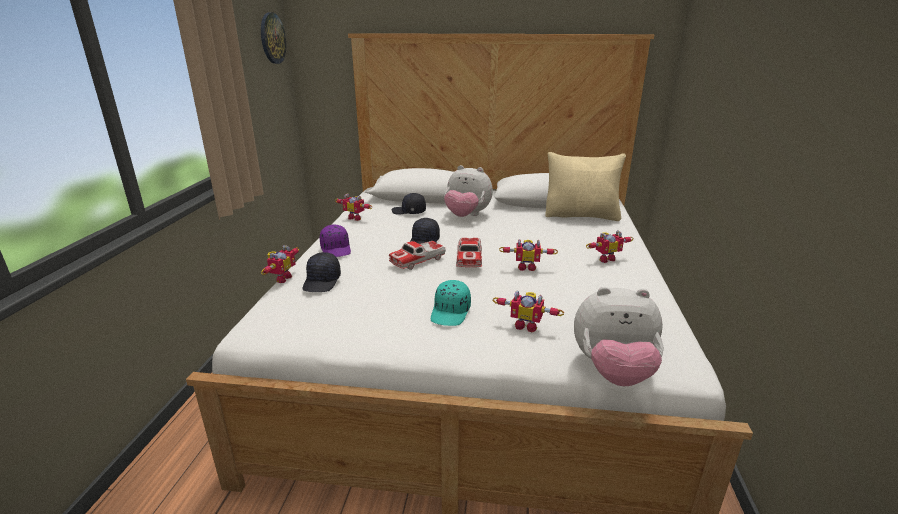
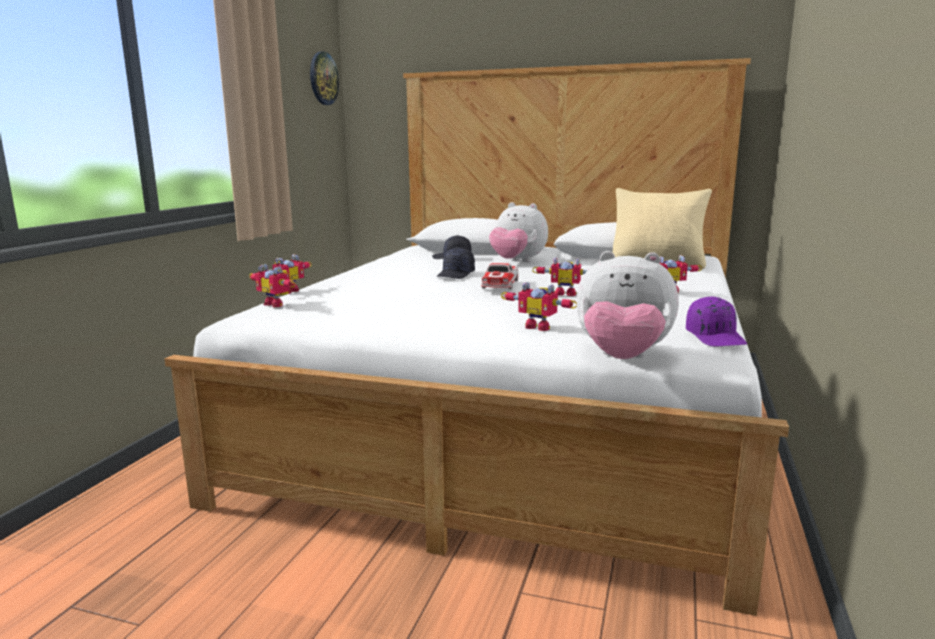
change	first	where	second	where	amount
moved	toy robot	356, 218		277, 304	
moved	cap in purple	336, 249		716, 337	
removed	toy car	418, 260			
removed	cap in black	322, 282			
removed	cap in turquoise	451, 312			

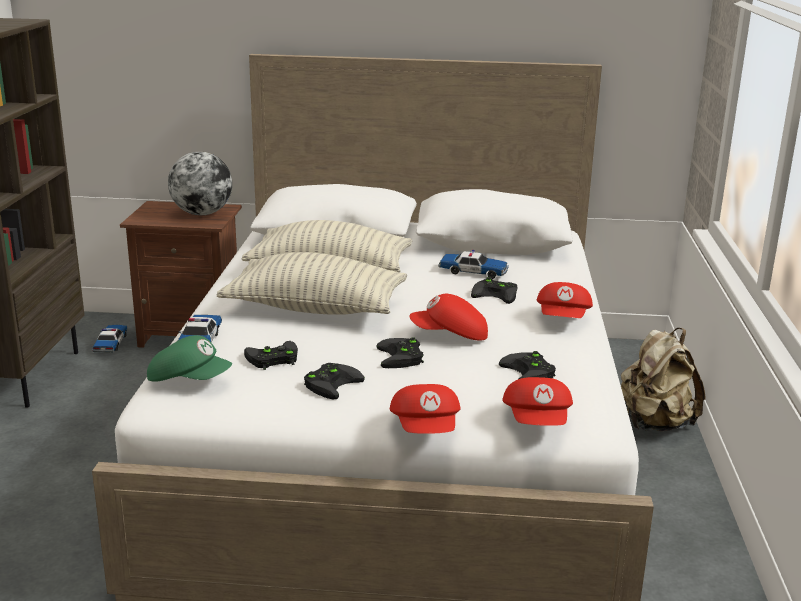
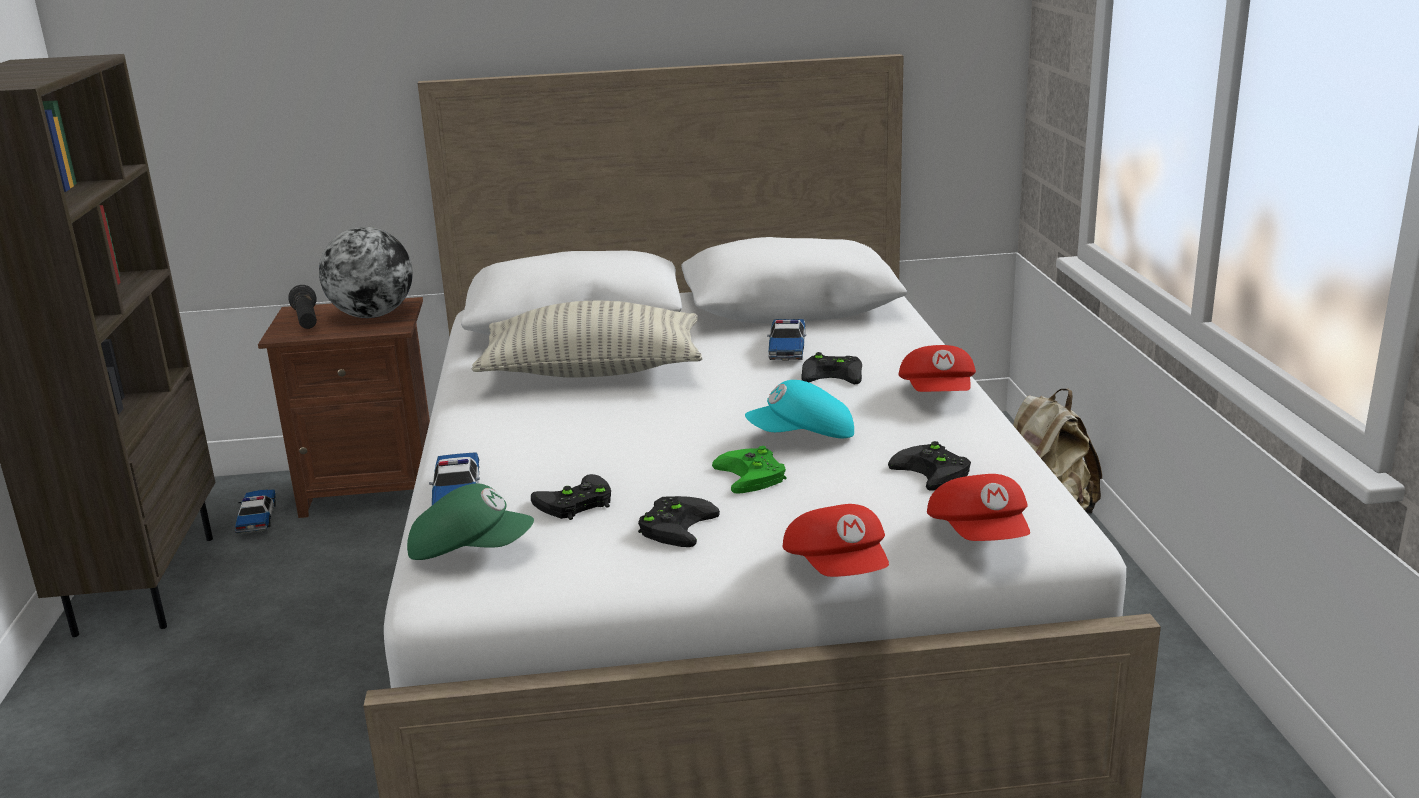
change	first	where	second	where	amount
turned	toy car	473, 272		787, 349	90 degrees clockwise
removed	pillow	315, 309			
recoloured	cap in red	450, 336	cap in turquoise	803, 437	
recoloured	game controller in black	402, 357	game controller in green	754, 476	
added			flashlight in black	307, 321	

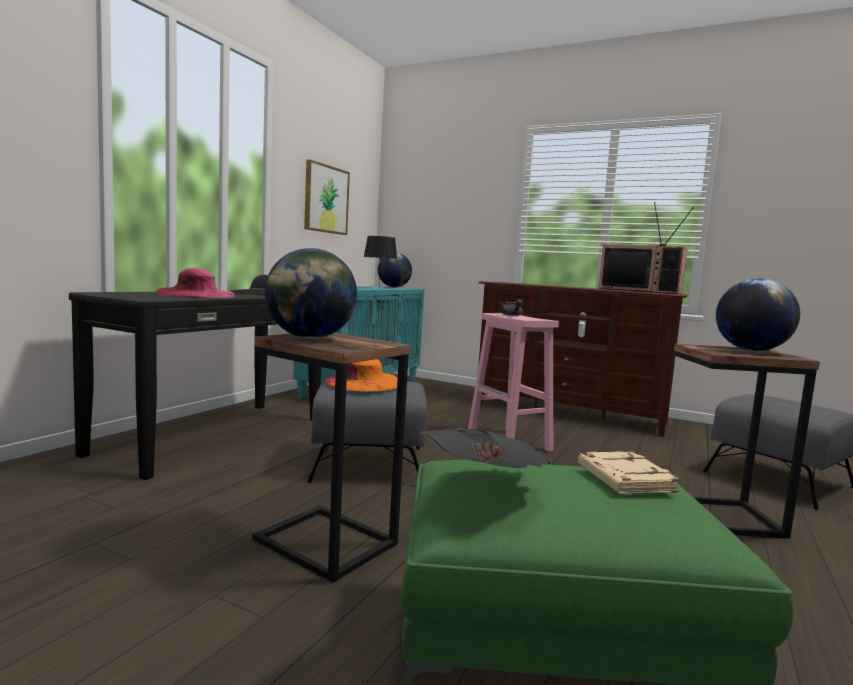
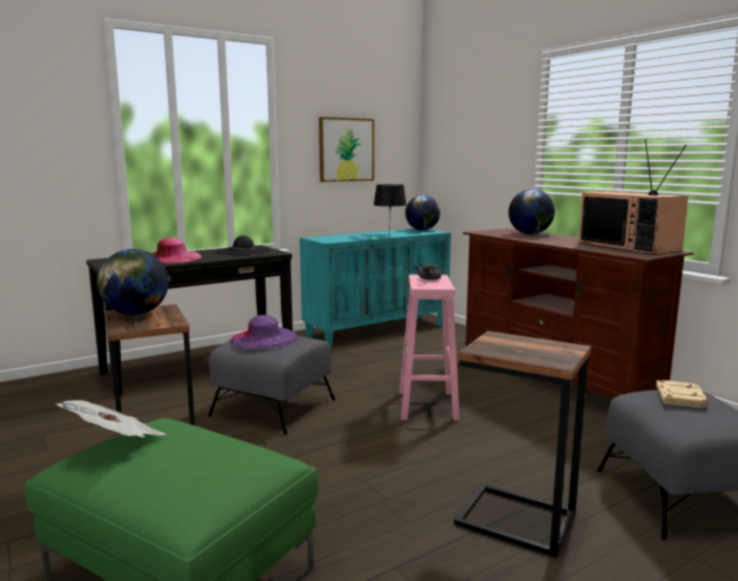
change	first	where	second	where	amount
moved	globe	751, 350		530, 234	
recoloured	hat in orange	363, 382	hat in purple	264, 338	
moved	book in beige	622, 479		679, 398	

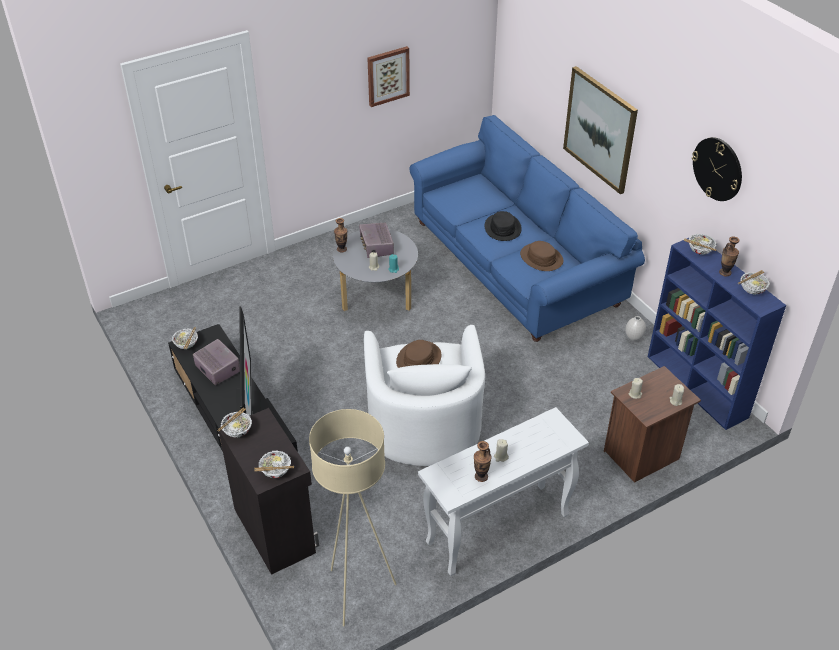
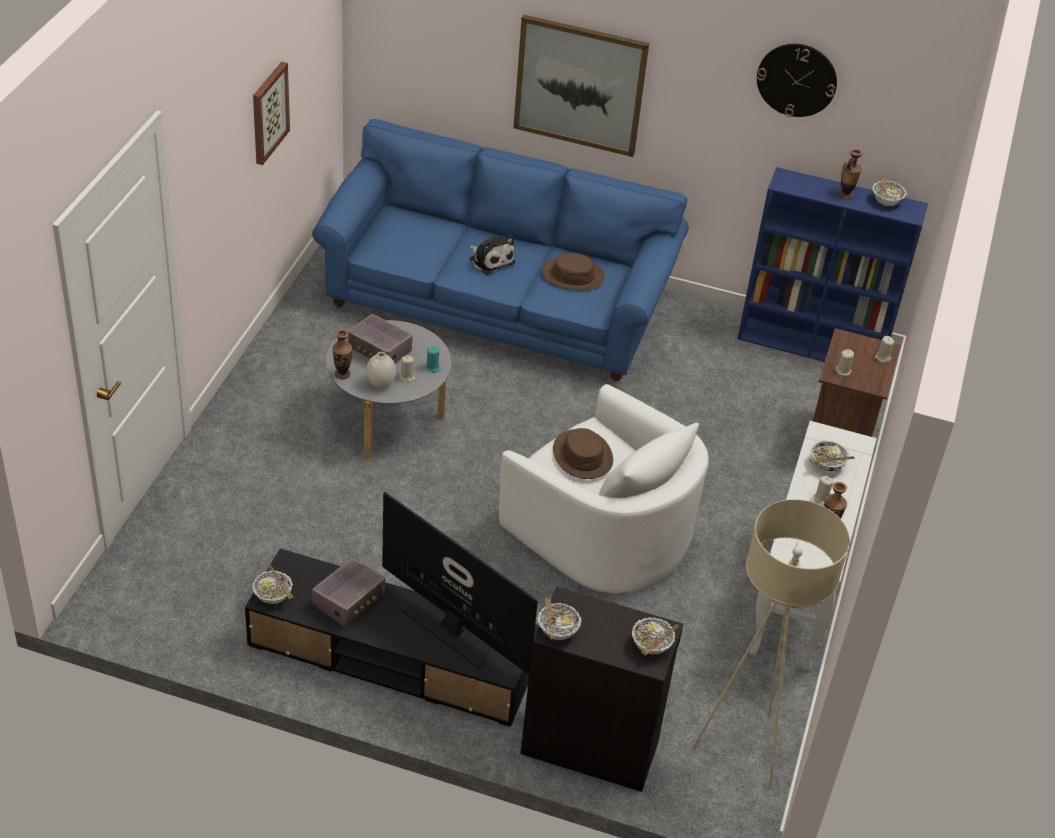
change	first	where	second	where	amount
replaced	hat in black	503, 228	plush toy	490, 260	
moved	bowl	700, 251		827, 465	
moved	vase in white	634, 338		381, 384	
turned	radio	217, 368		349, 601	120 degrees clockwise

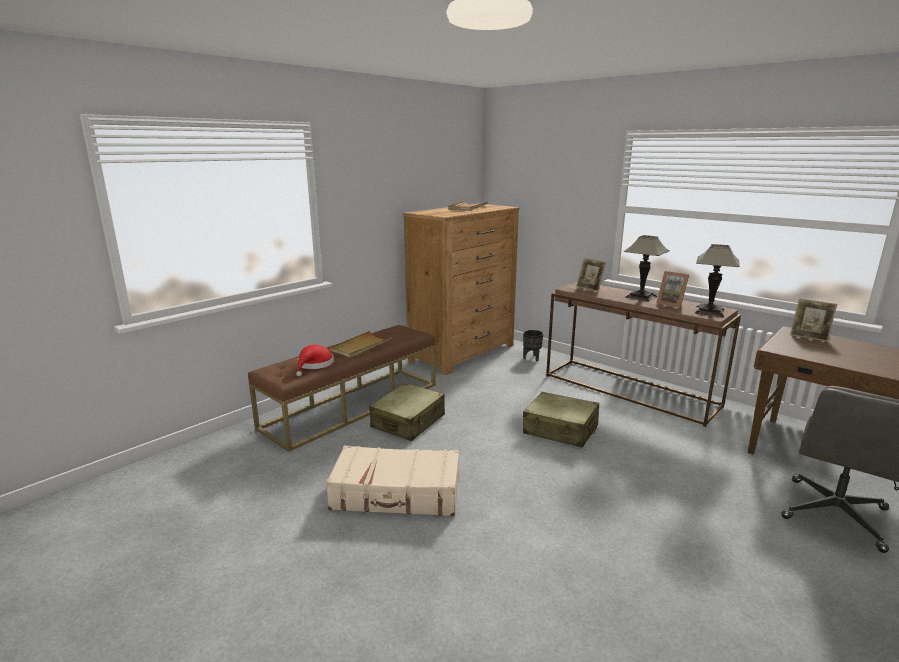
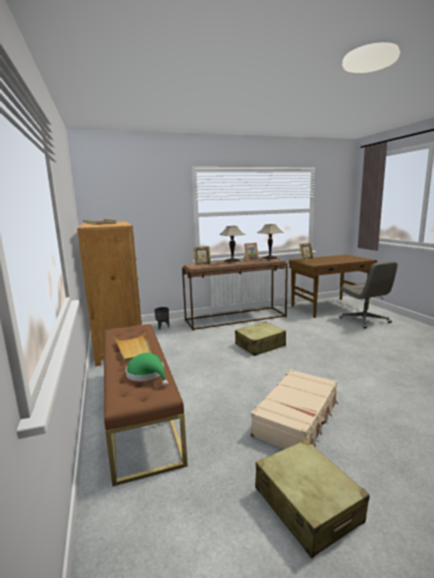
change	first	where	second	where	amount
recoloured	hat in red	314, 365	hat in green	147, 374	
moved	suitcase in beige	408, 421		307, 505	

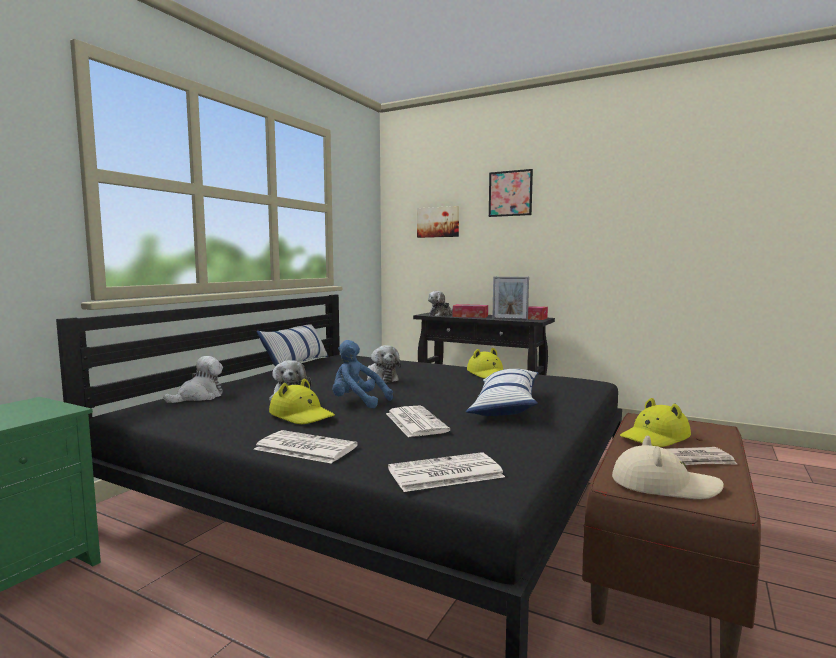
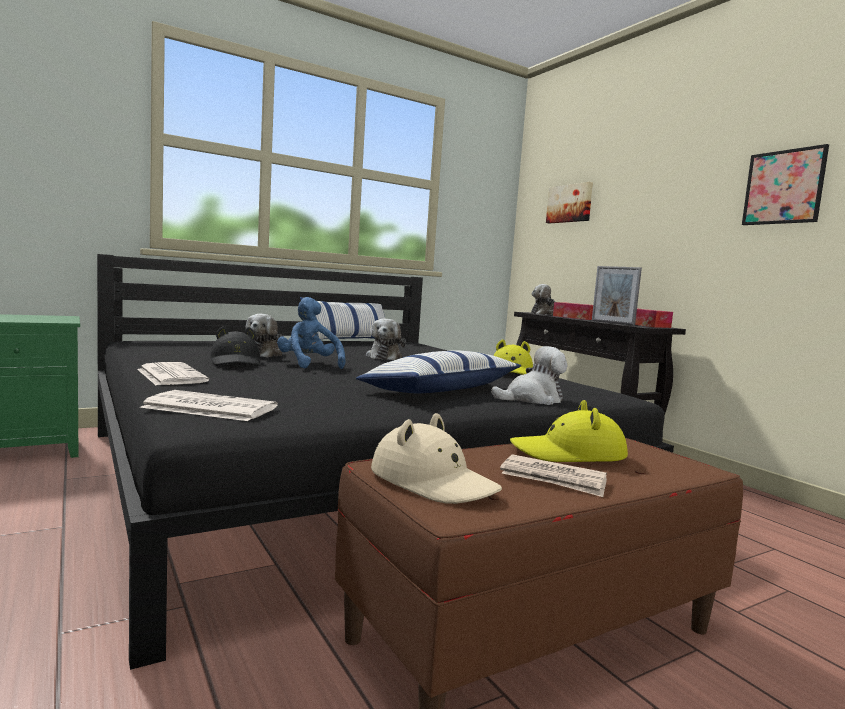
change	first	where	second	where	amount
moved	picture	510, 193		783, 187	
moved	plush toy	199, 397		532, 399	
recoloured	hat in yellow	302, 415	hat in black	236, 362	
removed	newspaper	415, 422			

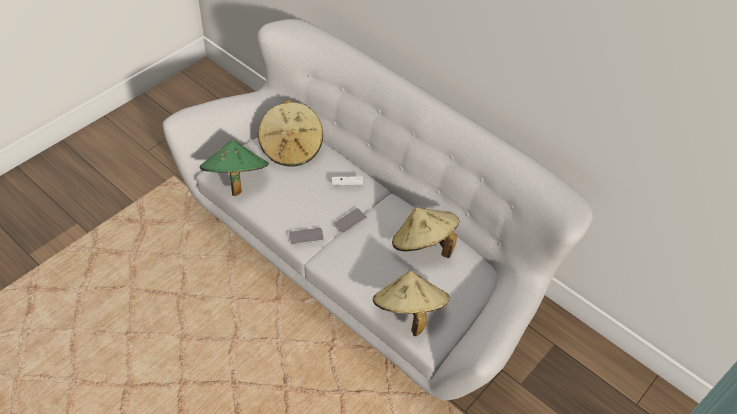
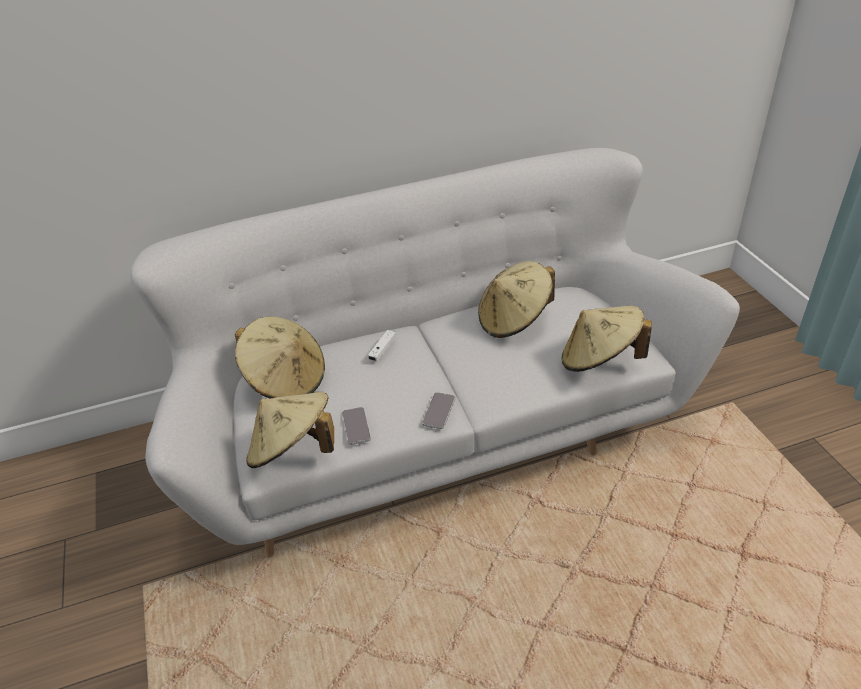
change	first	where	second	where	amount
recoloured	hat in green	235, 180	hat in beige	293, 451	
moved	phone	350, 221		356, 426	

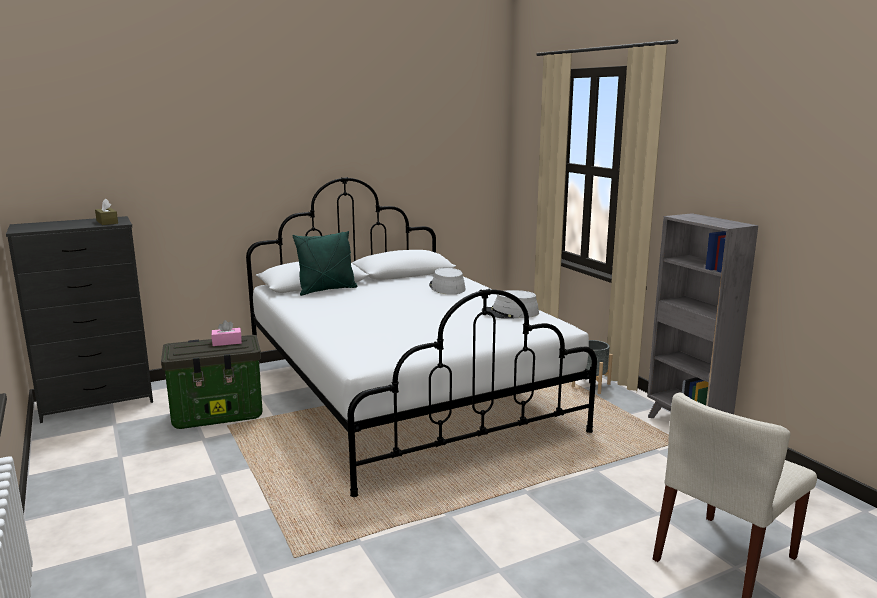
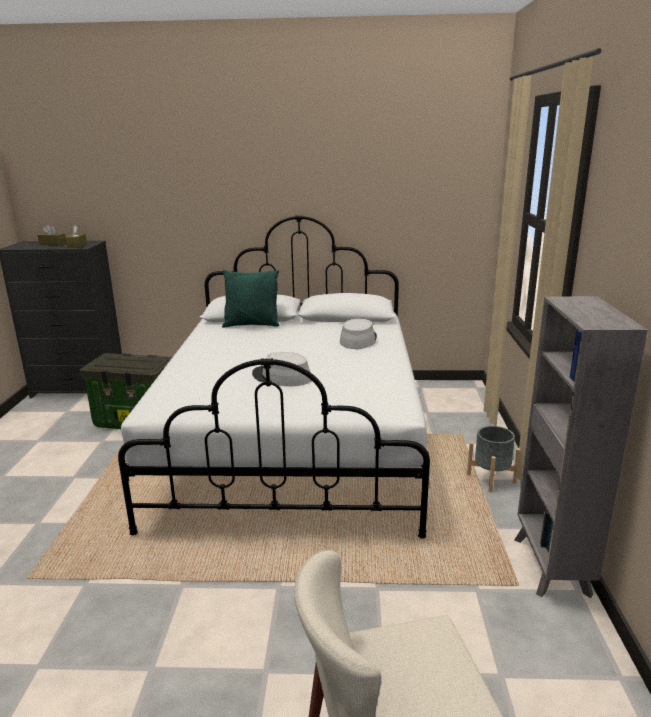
change	first	where	second	where	amount
moved	hat in grey	510, 313		281, 377	
removed	tissue box in pink	227, 342			
added			tissue box in brown	52, 244	

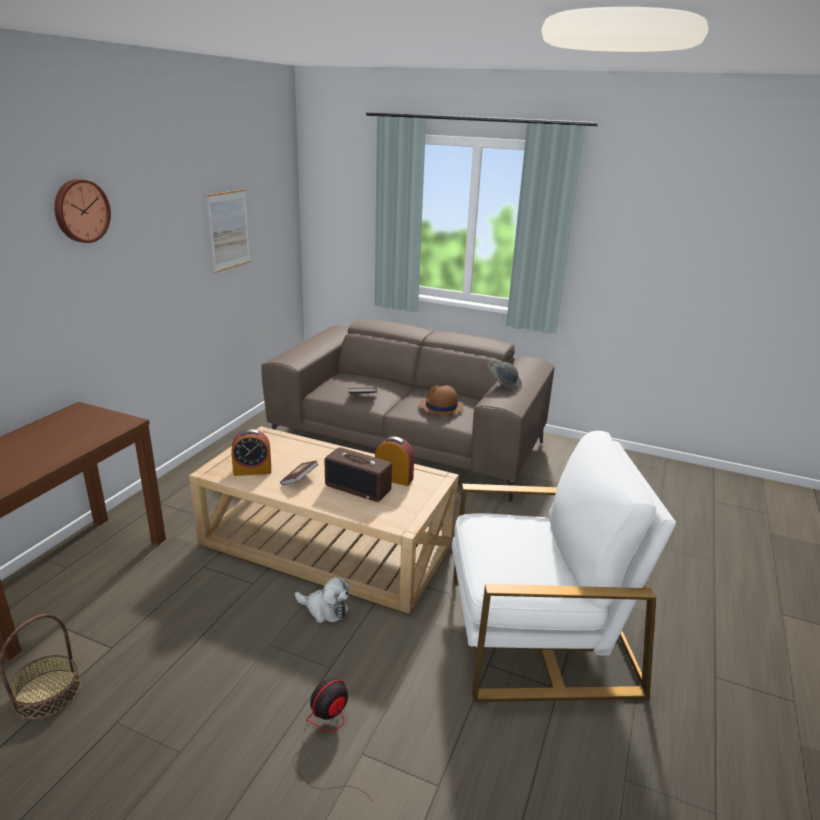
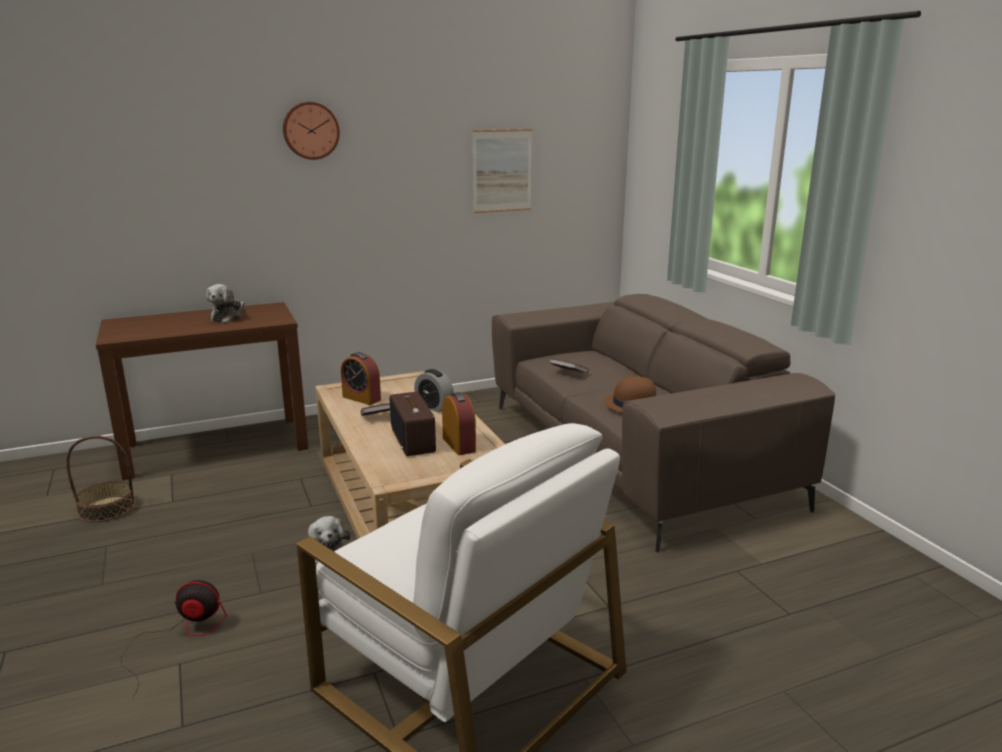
change	first	where	second	where	amount
removed	hat in grey	503, 384			
added			plush toy	228, 317	
added			alarm clock	434, 407	

